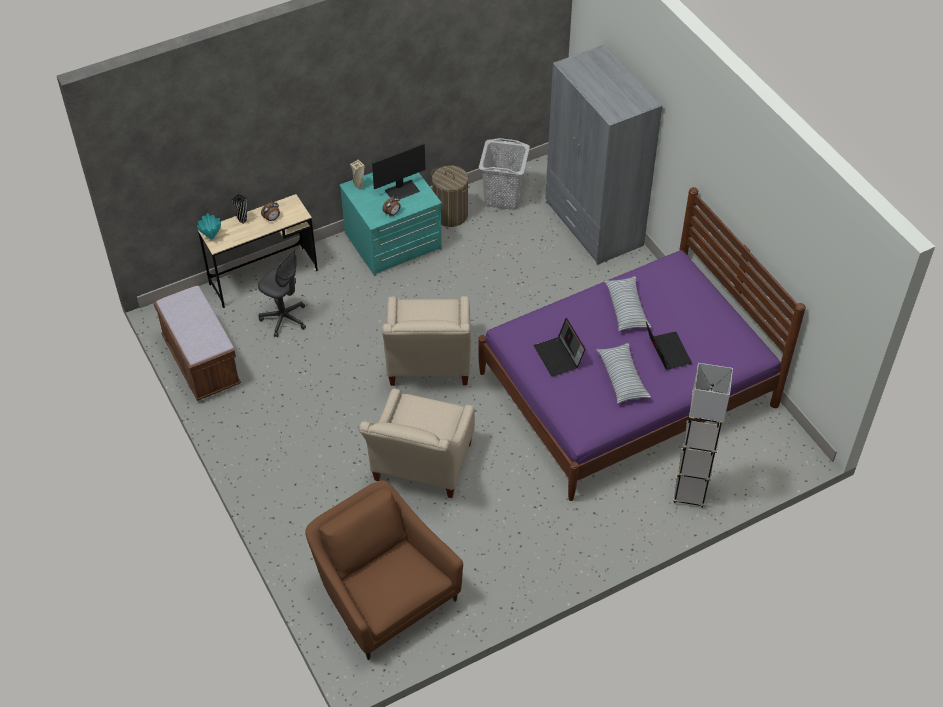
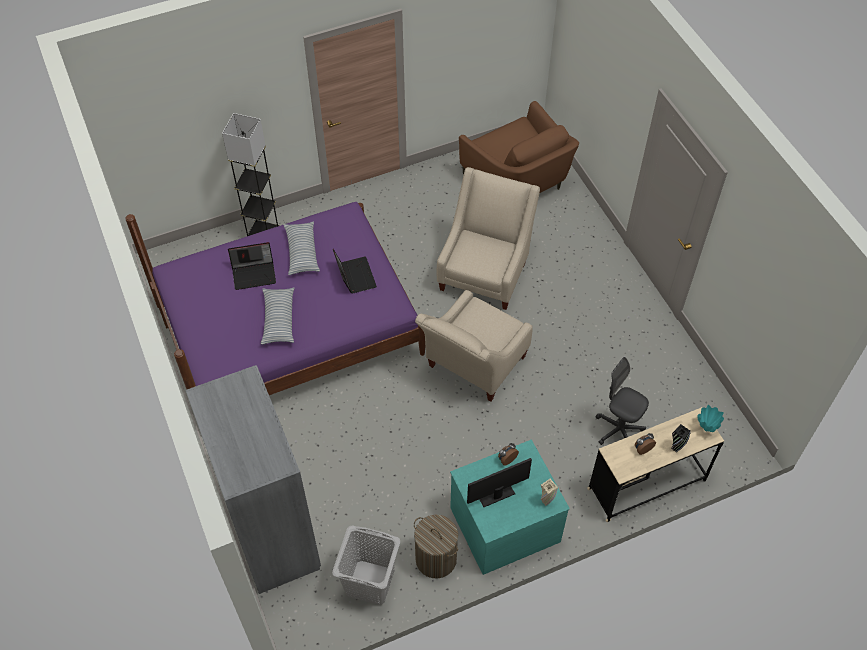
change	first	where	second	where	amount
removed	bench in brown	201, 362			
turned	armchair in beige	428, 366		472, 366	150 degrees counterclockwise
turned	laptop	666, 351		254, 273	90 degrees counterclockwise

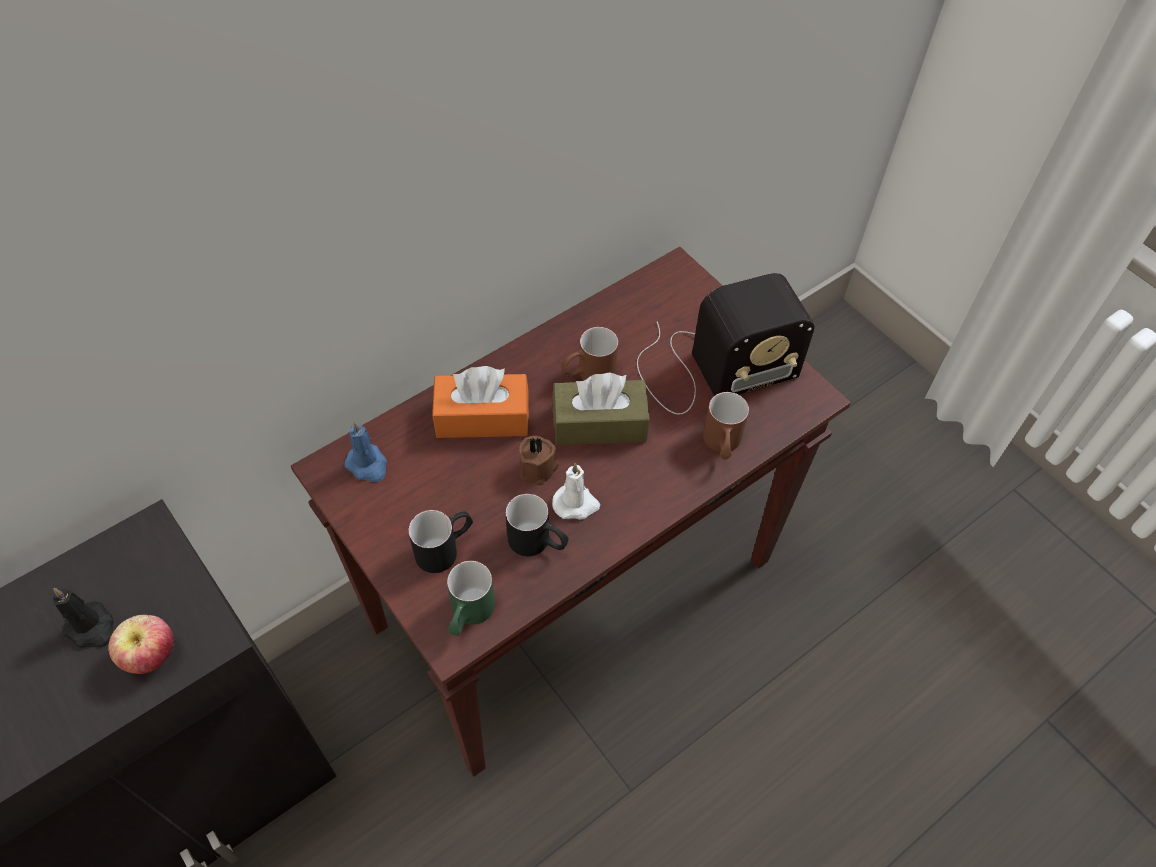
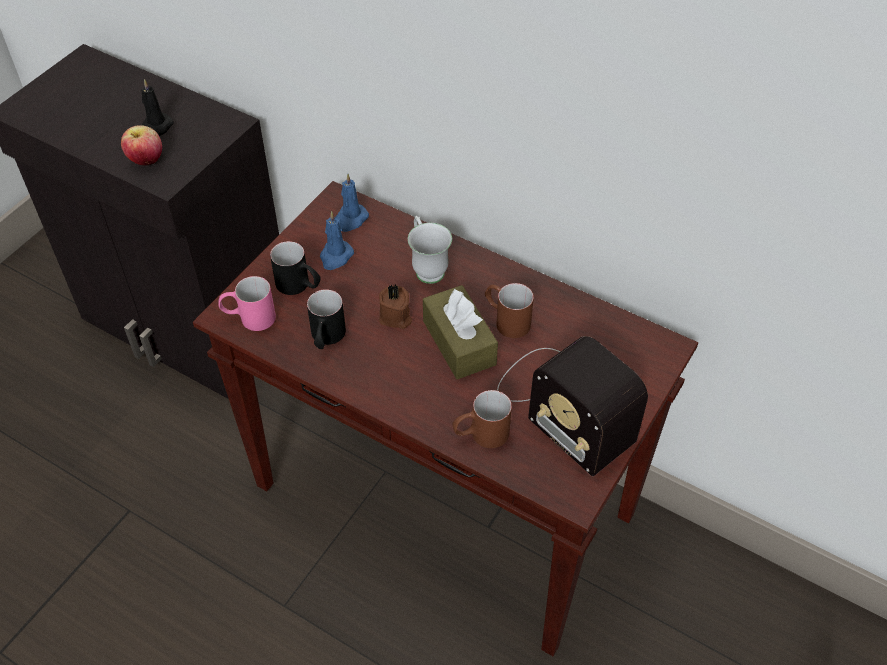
change	first	where	second	where	amount
replaced	tissue box in orange	482, 417	mug in white	427, 267	
removed	candle in white	576, 504			
recoloured	mug in green	469, 615	mug in pink	249, 318	
added			candle in blue	336, 257	

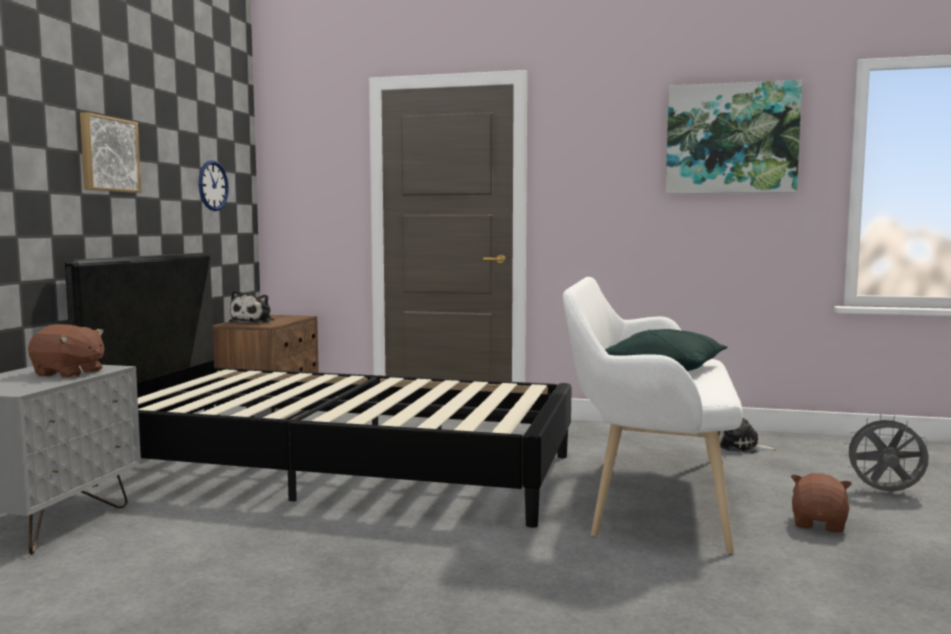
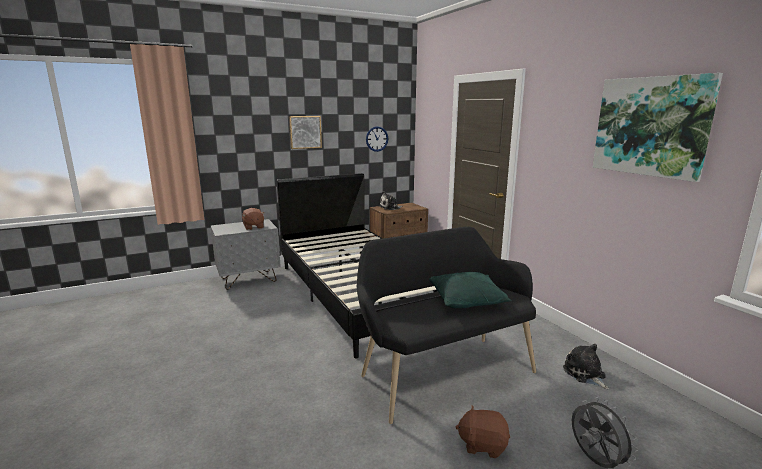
change	first	where	second	where	amount
recoloured	bench in white	647, 494	bench in black	442, 371	
turned	plush toy in brown	819, 524		482, 444	150 degrees counterclockwise

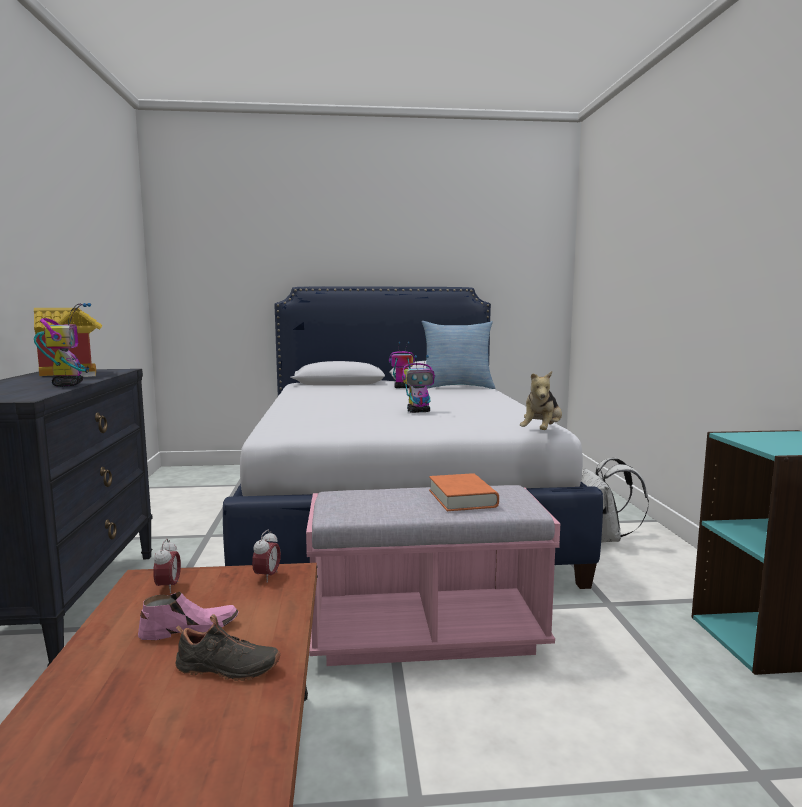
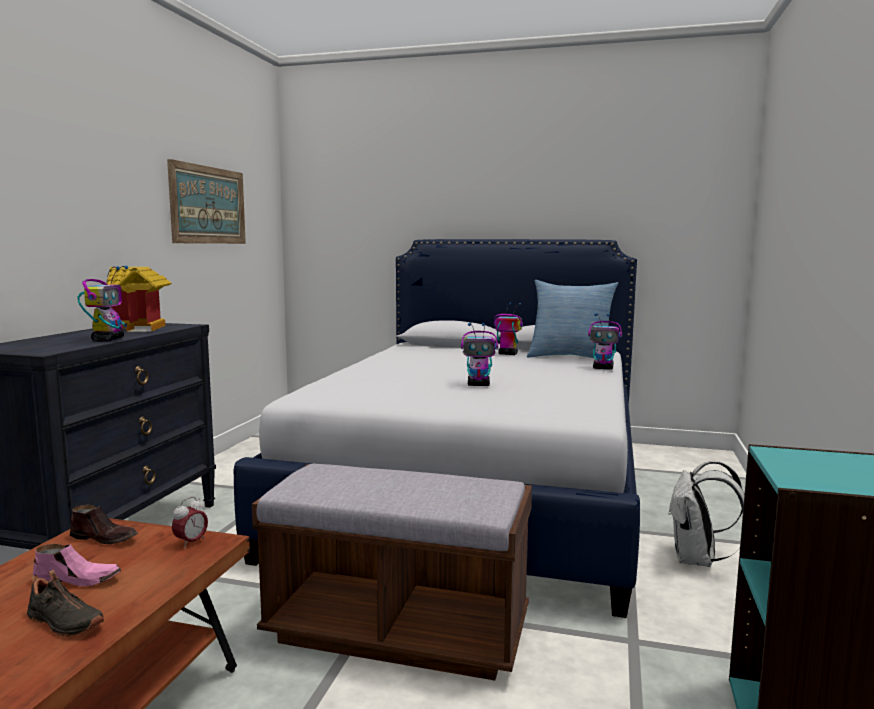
change	first	where	second	where	amount
removed	plush toy	542, 432			
removed	book in orange	462, 498			
recoloured	bench in pink	426, 633	bench in brown	398, 631	
replaced	alarm clock	168, 587	shoe in brown	105, 538	
added			picture	208, 205	
added			toy robot	603, 368	

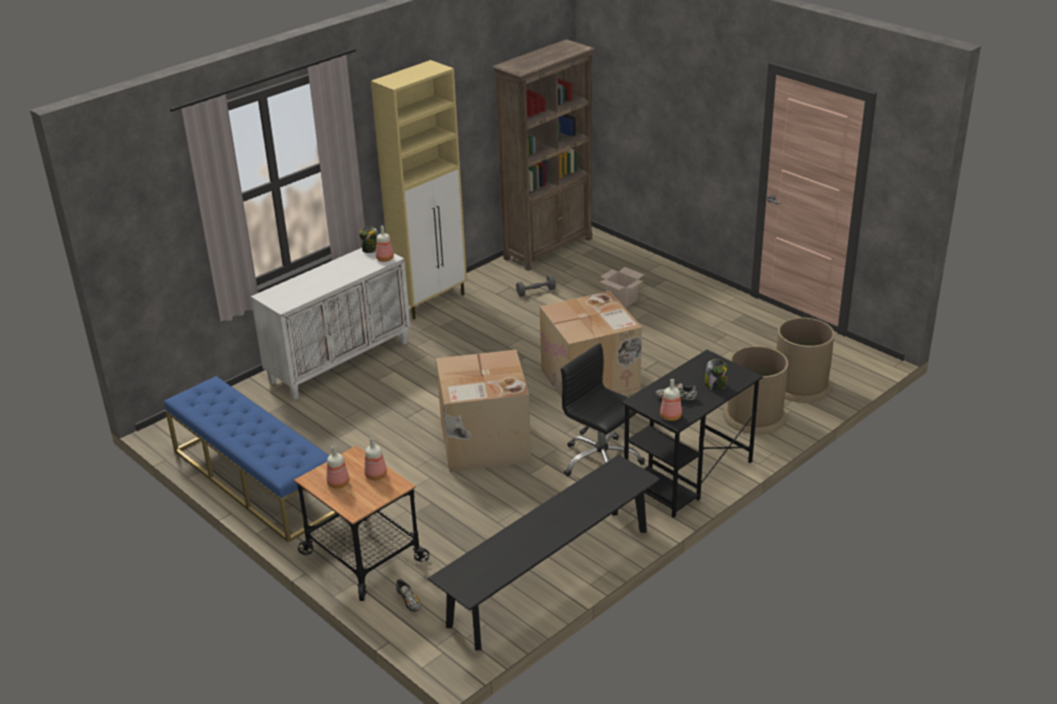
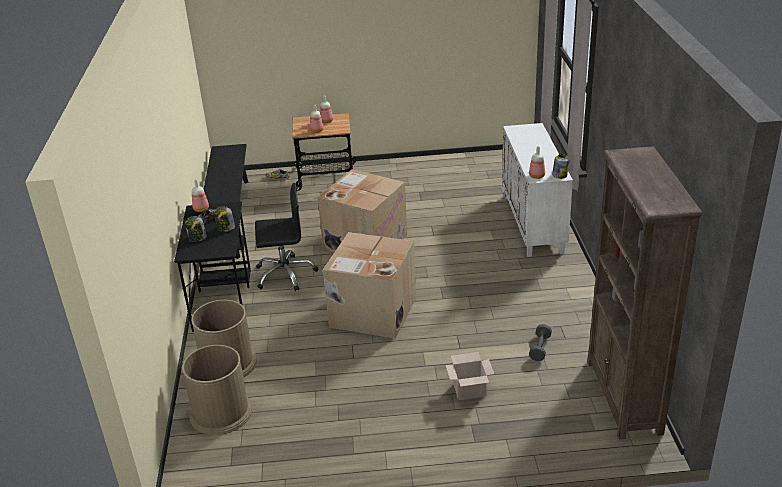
change	first	where	second	where	amount
removed	cabinet in beige	431, 301			
removed	bench in blue	255, 480			
added			jar	225, 228	

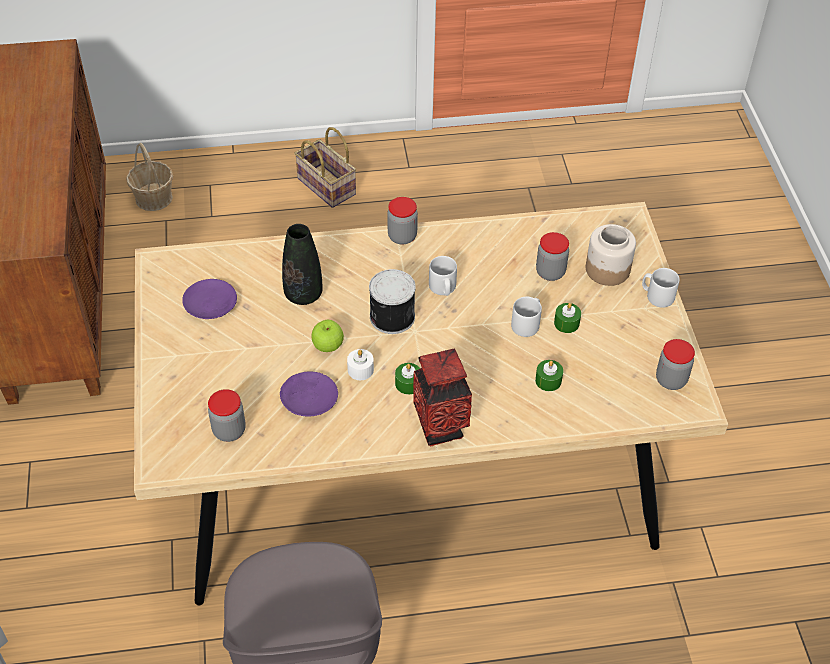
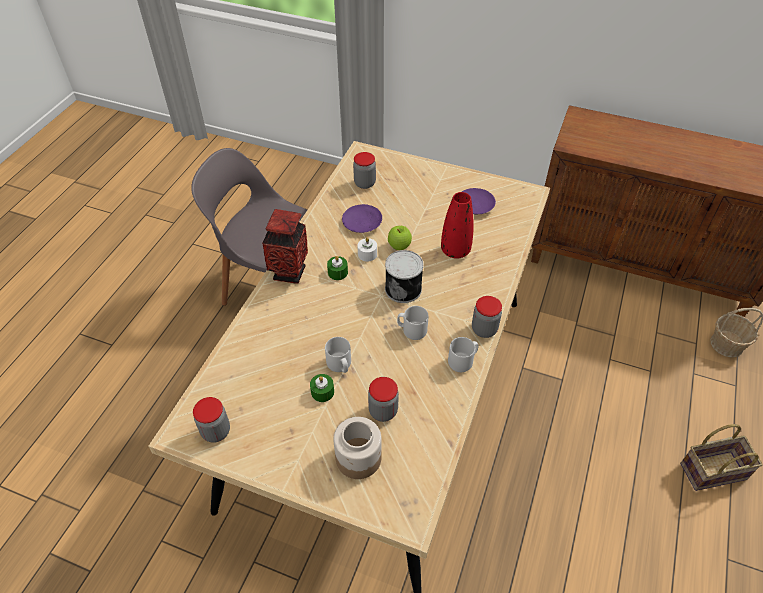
change	first	where	second	where	amount
recoloured	vase in black	303, 295	vase in red	455, 251	
moved	mug in grey	657, 296		463, 361	
removed	candle in green	548, 380			

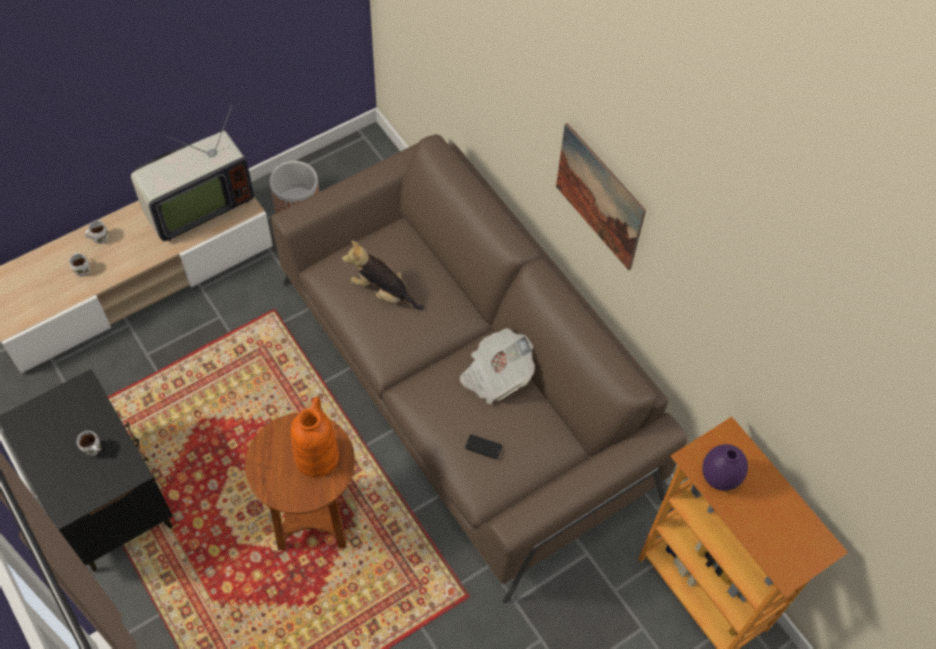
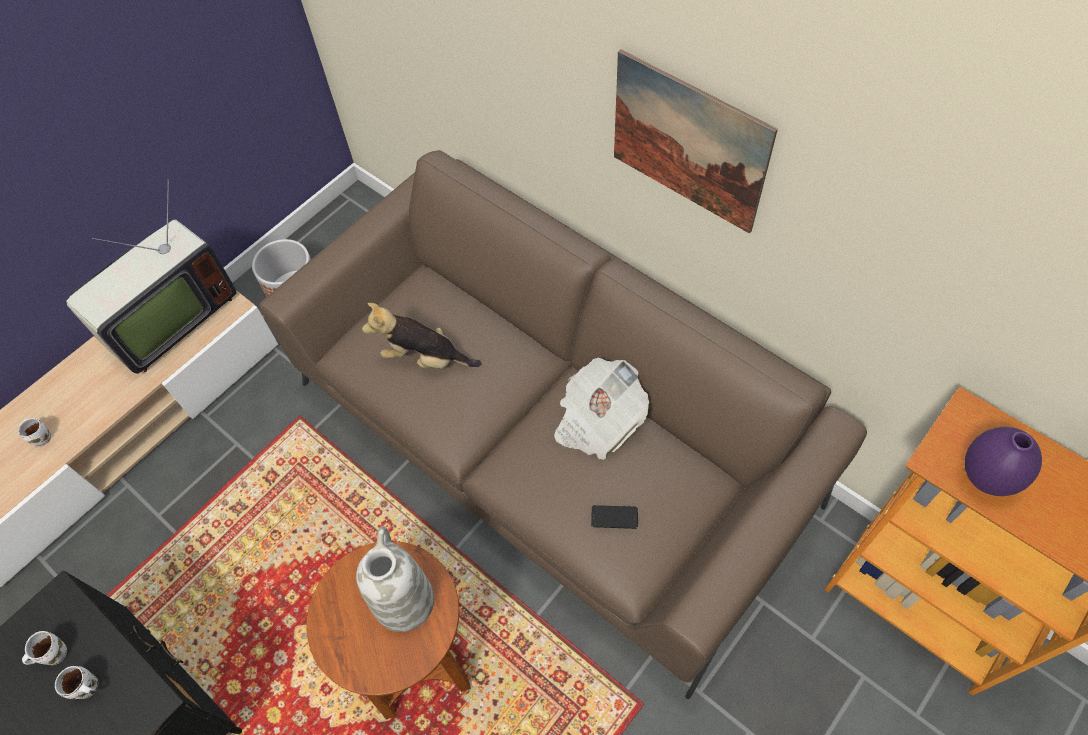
change	first	where	second	where	amount
moved	mug in white	99, 238		54, 653	
recoloured	vase in orange	316, 456	vase in white	403, 600	

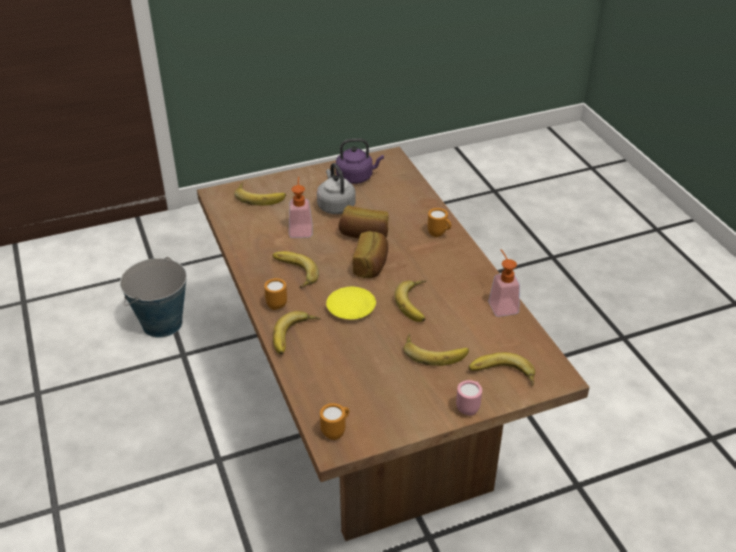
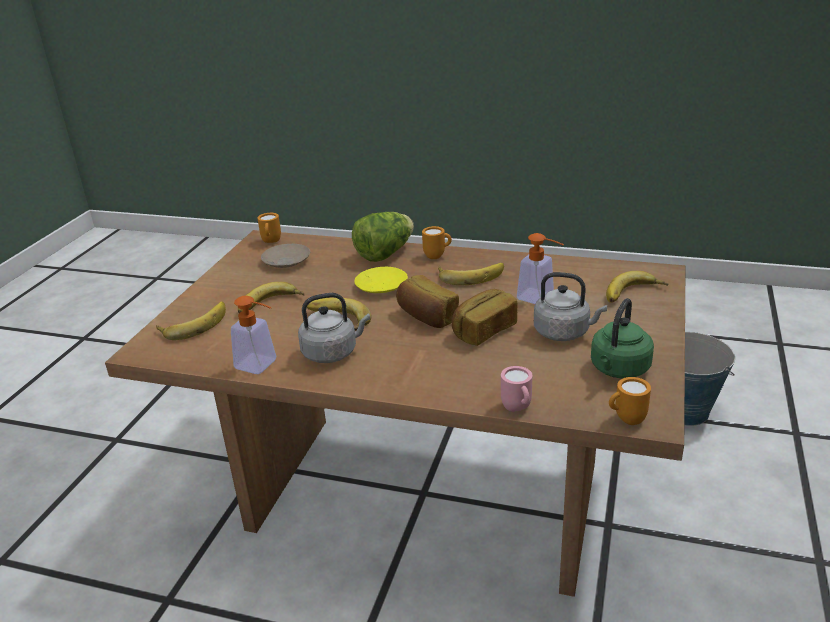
change	first	where	second	where	amount
recoloured	kettle in purple	356, 177	kettle in green	618, 370	
moved	mug in orange	439, 234		626, 420	
replaced	banana	295, 336	lettuce	385, 254	
moved	mug in pink	469, 407		518, 409	
added			plate in beige	286, 261	
added			kettle in grey	332, 353	

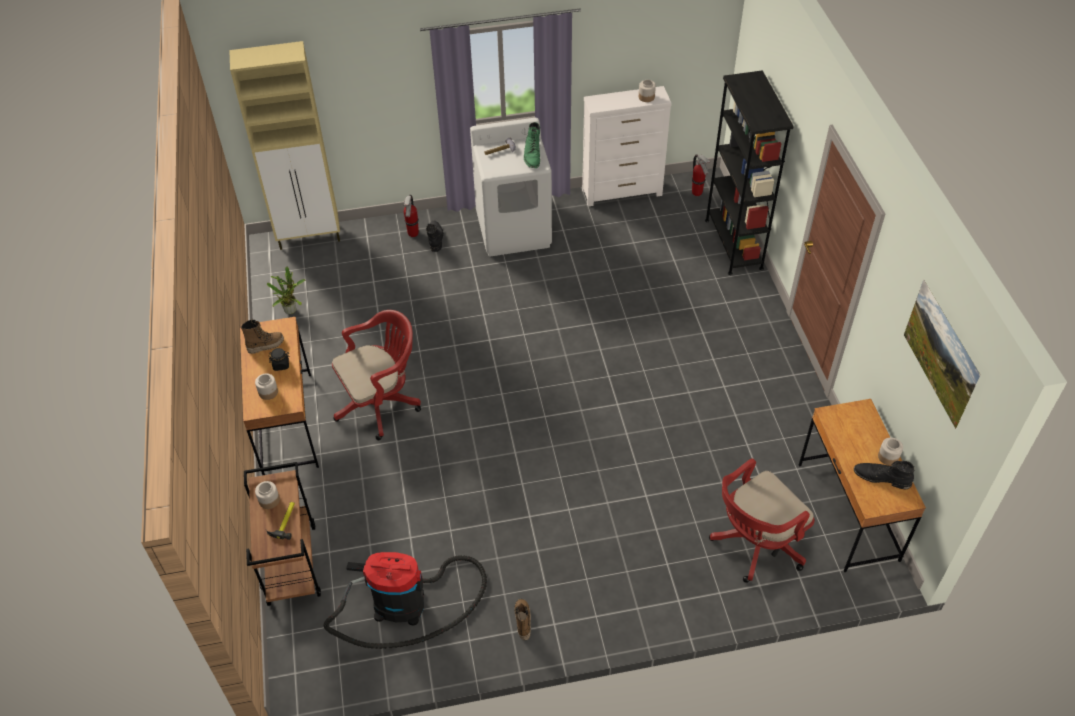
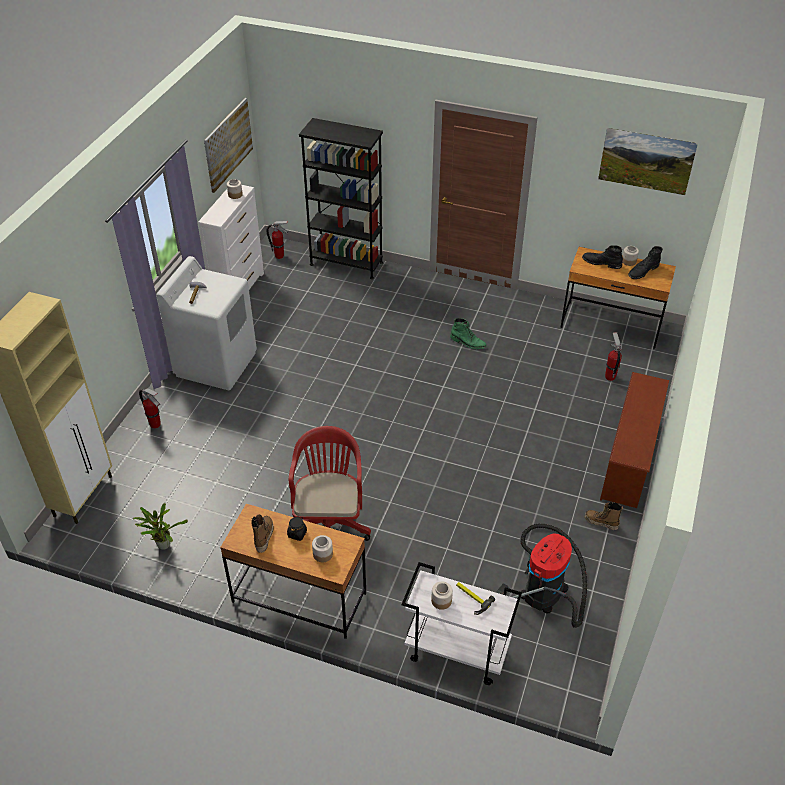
change	first	where	second	where	amount
moved	boot in green	532, 155		468, 342	
moved	boot in black	435, 238		601, 262	
replaced	office chair in red	754, 545	fire extinguisher	610, 377	
recoloured	cart in brown	291, 564	cart in white	456, 652	
added			picture	228, 144	
added			shoe rack in brown	630, 460	

